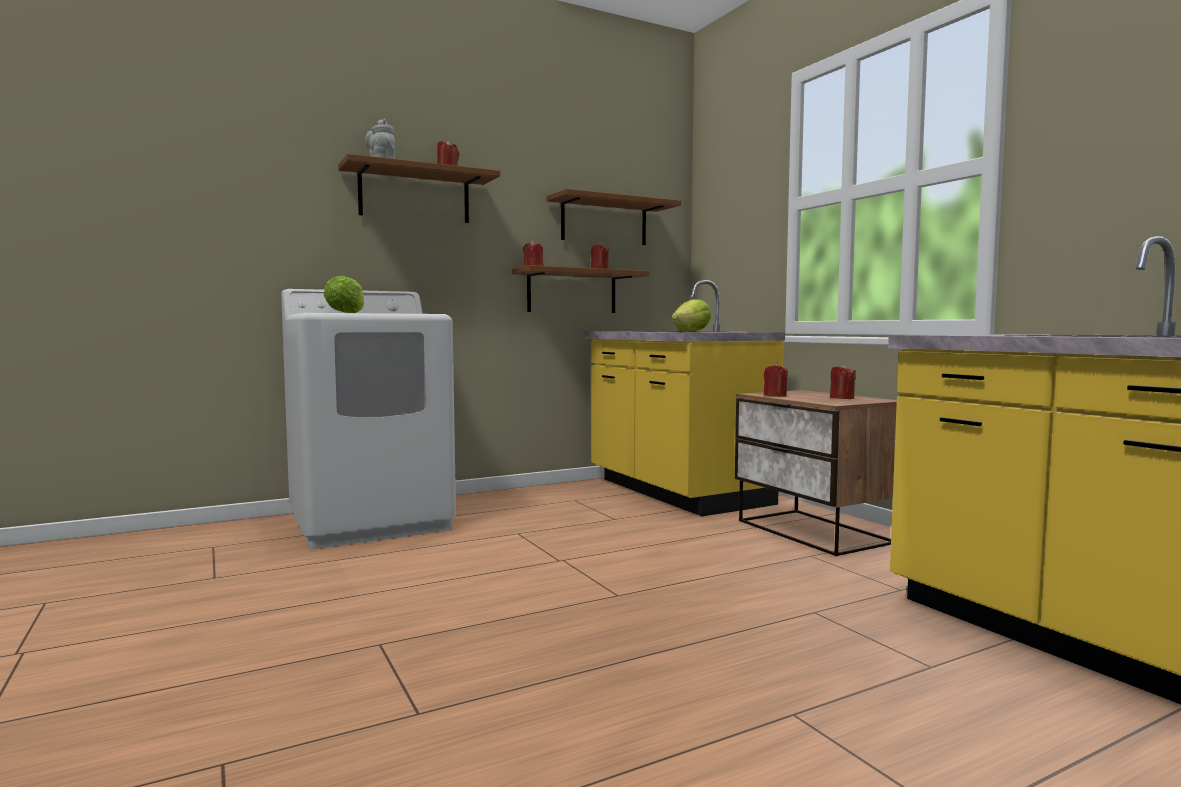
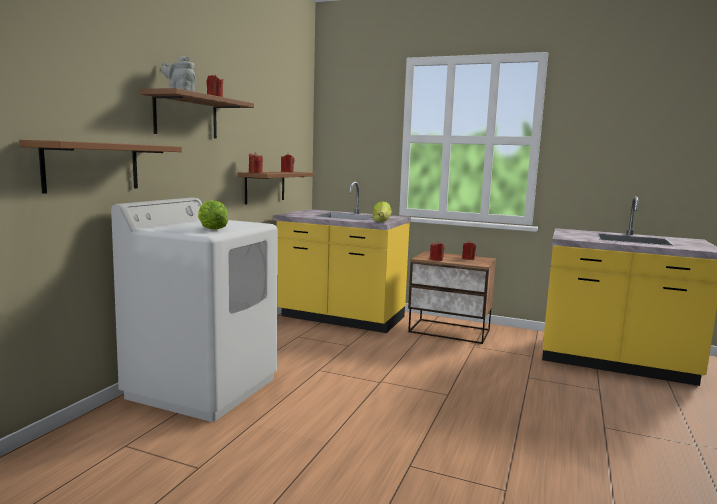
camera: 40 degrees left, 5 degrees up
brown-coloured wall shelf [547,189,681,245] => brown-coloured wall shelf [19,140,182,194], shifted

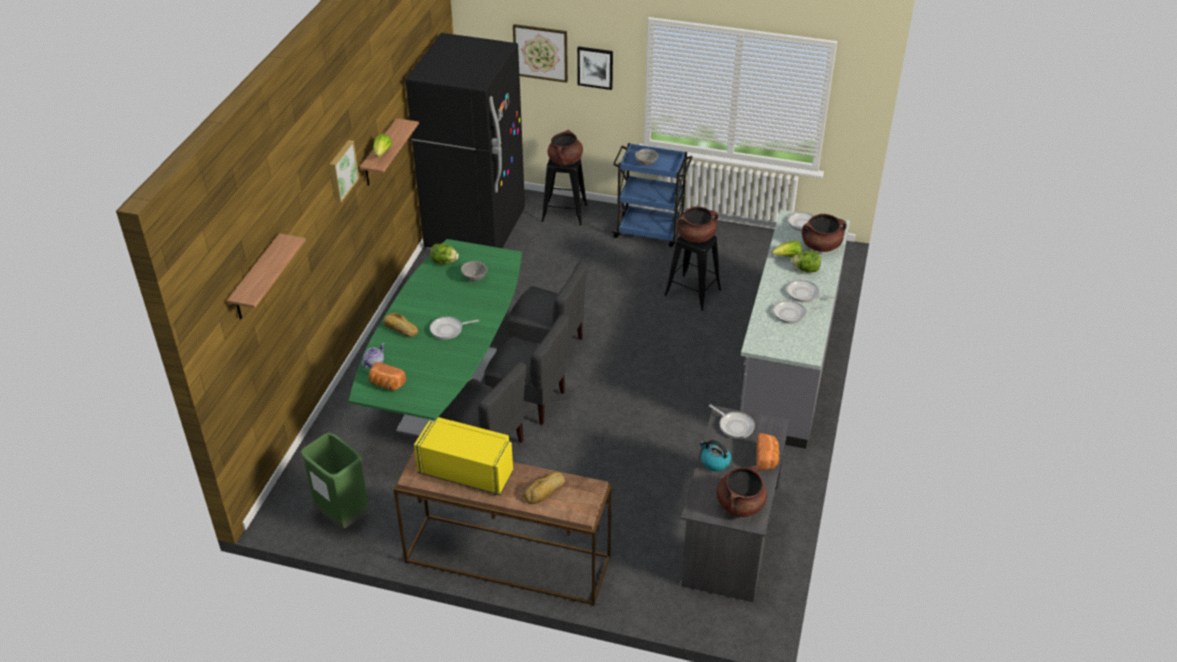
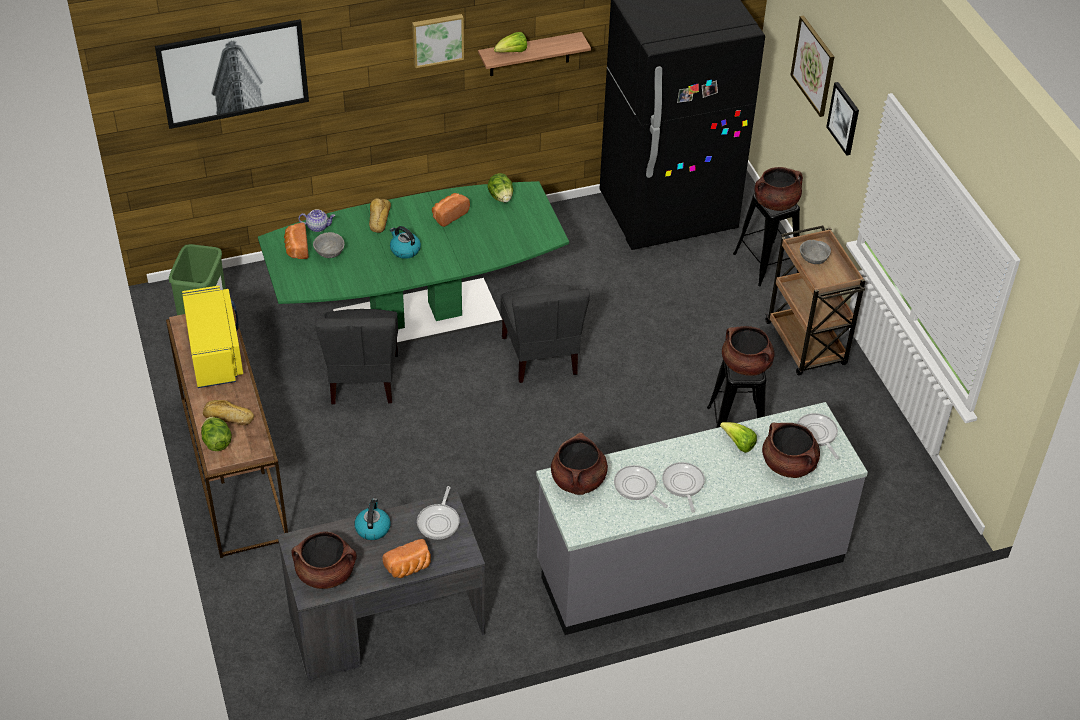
camera: 55 degrees right, 5 degrees up
wall shelf [227,233,306,320] => wall art [155,19,309,129]
pan [430,316,479,340] => kettle [390,226,421,259]
greyish deep dish [461,261,488,281] => greyish deep dish [313,232,345,258], shifted
greyish chair [484,314,569,425] => nothing
blue trolley [611,143,692,247] => brown-coloured trolley [765,225,865,376]
lettuce head [791,251,821,272] => lettuce head [201,417,232,451], shifted
nothing => bakery bread [432,193,470,227]
nothing => brown-coloured stockpot [551,432,608,495]

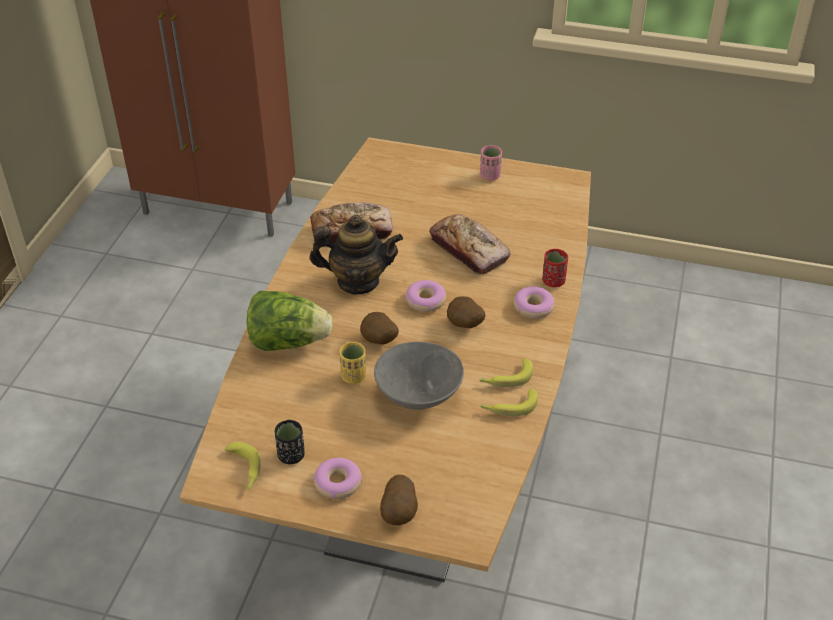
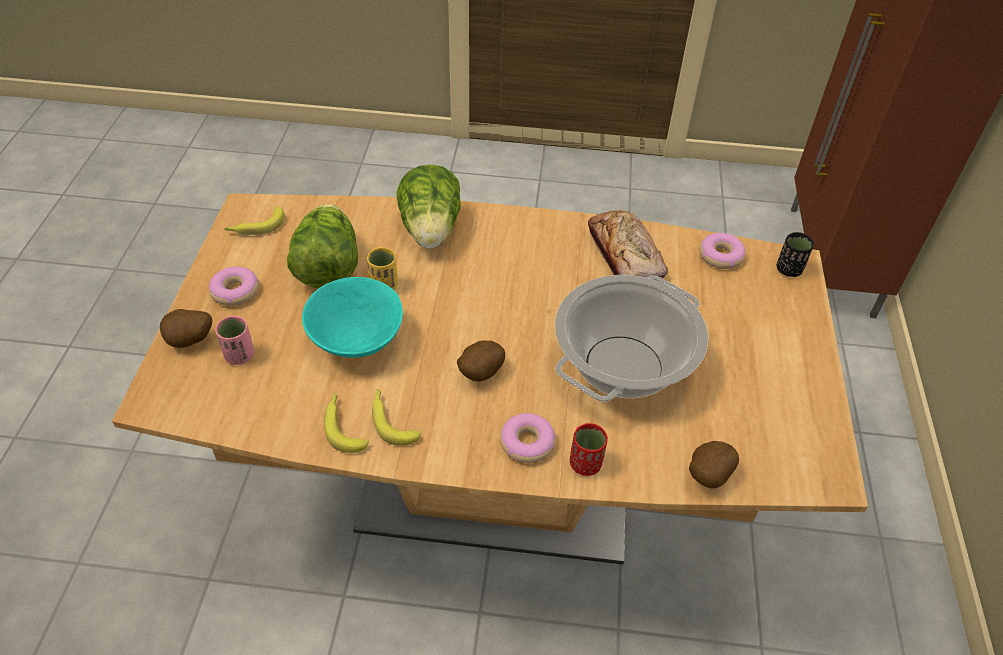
camera: 80 degrees right, 5 degrees up
black cup [275,420,305,464] => black cup [776,232,814,277], shifted
teapot [309,215,403,294] => nothing
whole potato [360,312,399,344] => whole potato [689,441,739,488], shifted
greyish deep dish [374,342,464,410] => blue-green deep dish [302,277,403,358]
donut [406,280,447,312] => donut [700,233,746,269], shifted
bakery bread [429,214,510,274] => stockpot [555,275,708,402]
pink-coloured cup [480,145,502,181] => pink-coloured cup [215,316,254,365], shifted
nothing => lettuce head [287,204,358,288]

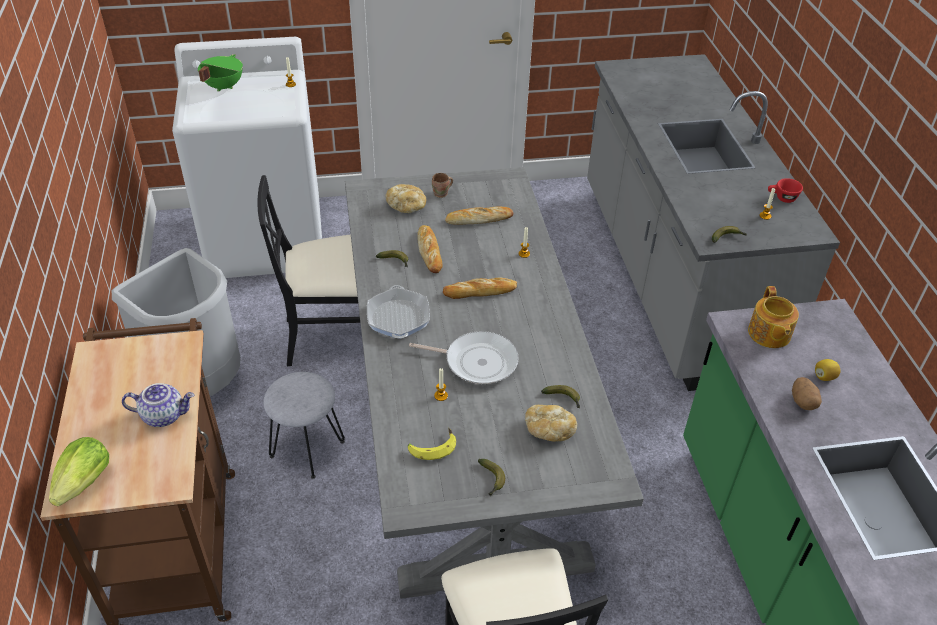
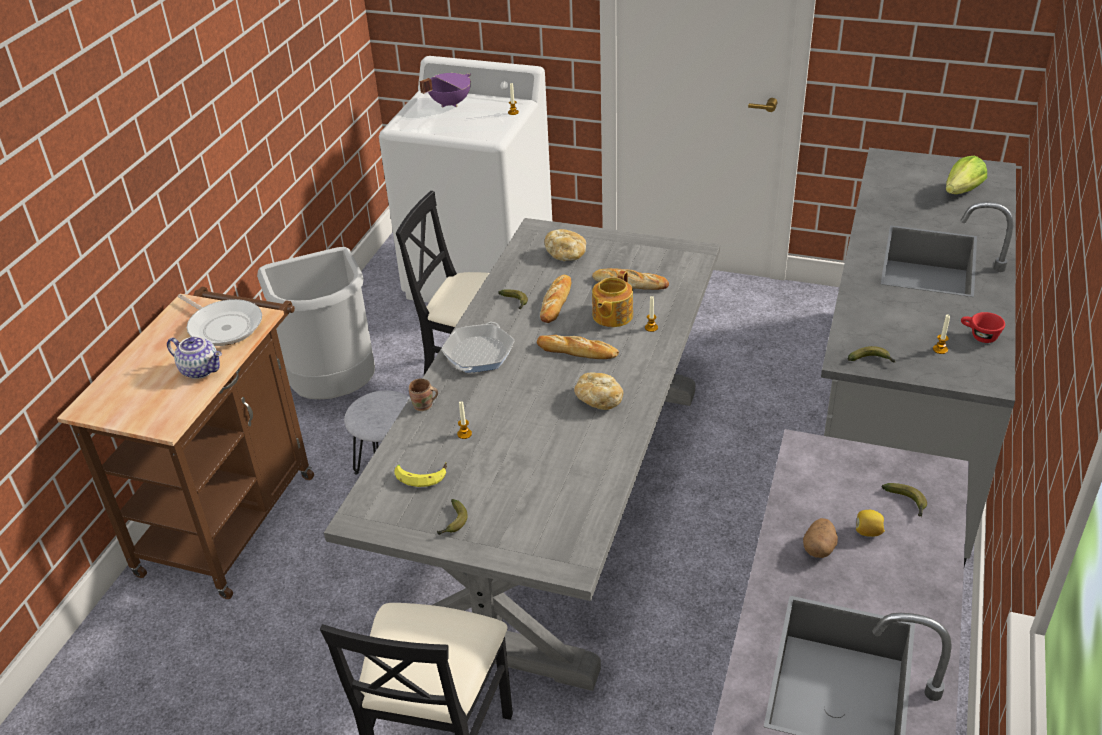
camera: 30 degrees right, 5 degrees down
lettuce head [49,437,109,507] => lettuce head [946,156,987,194], shifted
greenish stockpot [198,54,243,92] => purple stockpot [419,73,471,107]
pan [409,331,519,384] => pan [178,294,262,346], shifted
brown-coloured tea mug [432,173,453,198] => brown-coloured tea mug [409,379,438,411], shifted
bakery bread [525,405,577,442] => bakery bread [574,372,624,410], shifted
whole banana [541,385,580,408] => whole banana [882,483,927,517], shifted
teapot [748,286,799,348] => teapot [592,270,633,327], shifted

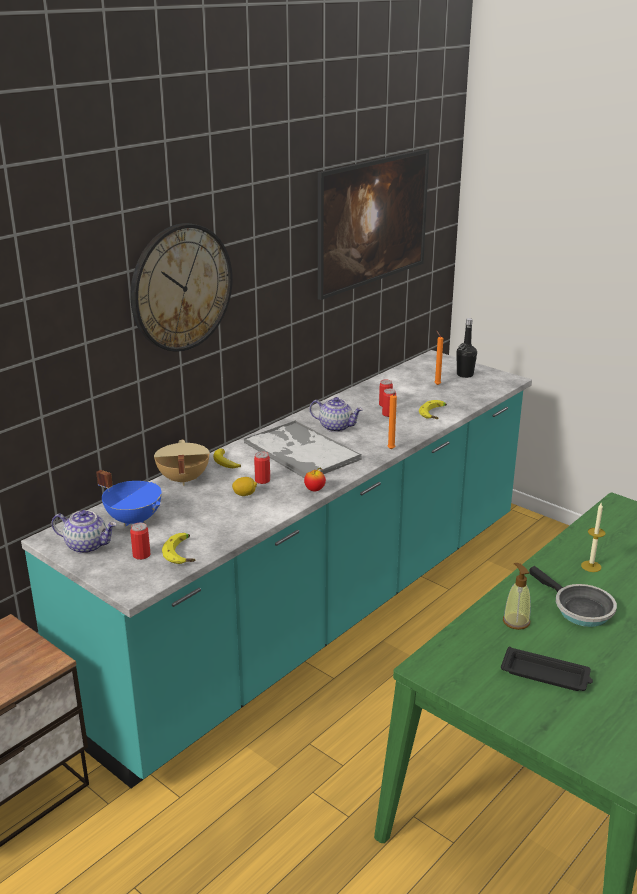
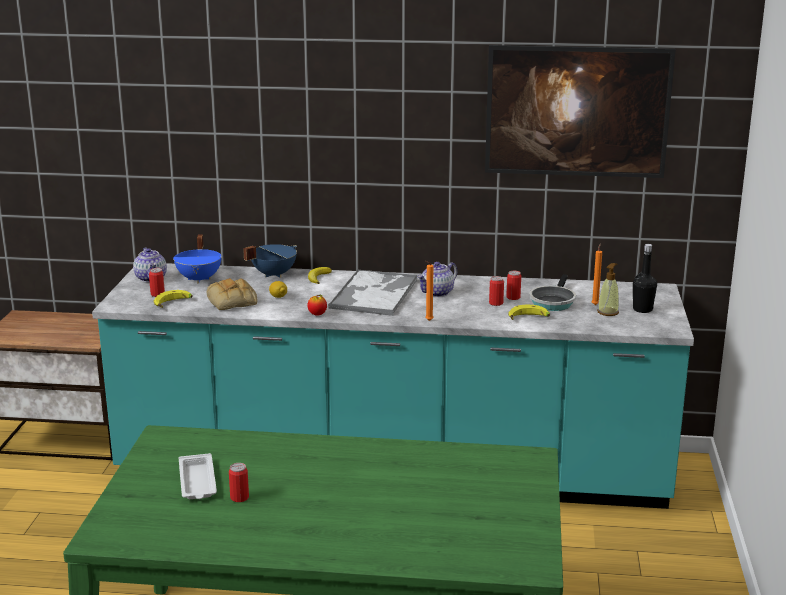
camera: 55 degrees right, 5 degrees down
wall clock [130,223,233,352] => nothing
sand-coloured stockpot [154,440,210,486] => blue stockpot [243,244,297,278]
can [254,451,270,484] => can [229,463,249,502], shifted
teapot [309,397,363,432] => teapot [417,262,457,297], 60 degrees clockwise
black tray [501,647,593,691] => white tray [179,453,217,499]
liquid soap bottle [503,563,531,630] => liquid soap bottle [597,263,619,316], shifted
pan [529,566,617,627] => pan [529,274,576,311], shifted
wax candle [581,503,605,572] => nothing
nothing => bakery bread [207,278,258,310]

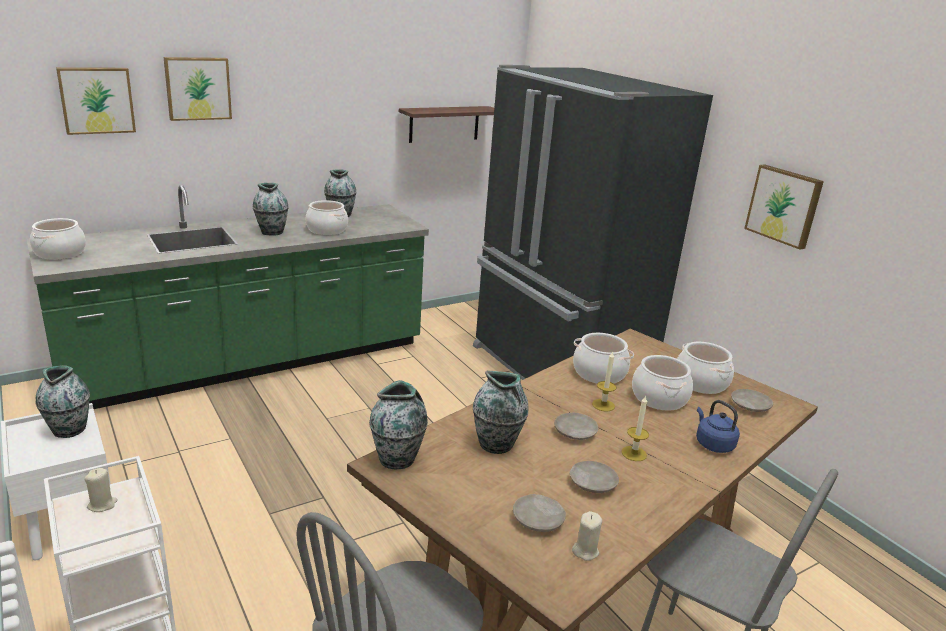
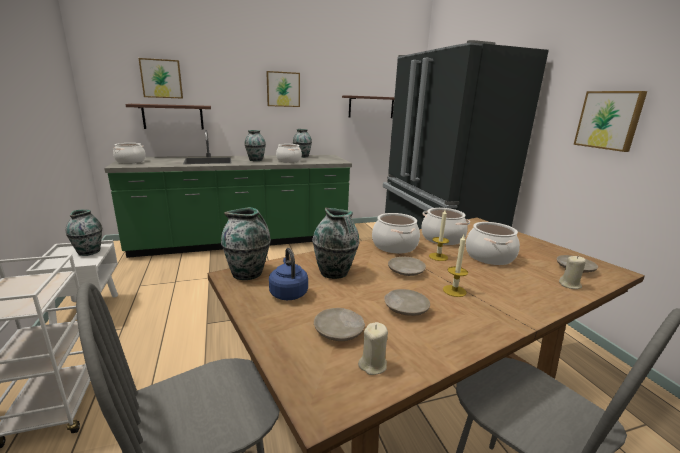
camera: 15 degrees right, 5 degrees down
sand-coloured wax candle [84,468,118,512] => sand-coloured wax candle [559,256,586,289], shifted
wall art [163,57,232,121] => wall art [266,71,300,107], shifted
stockpot [677,342,734,394] => stockpot [372,213,420,254], shifted
blue kettle [696,400,740,453] => blue kettle [269,248,308,300], shifted
nothing => wall shelf [126,104,211,130]

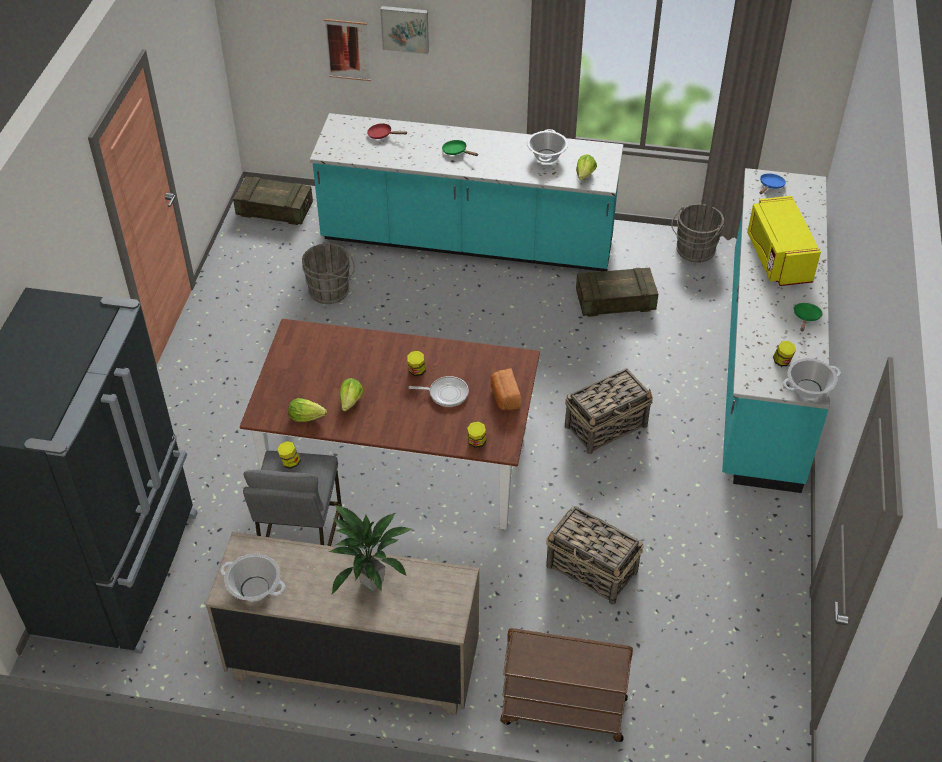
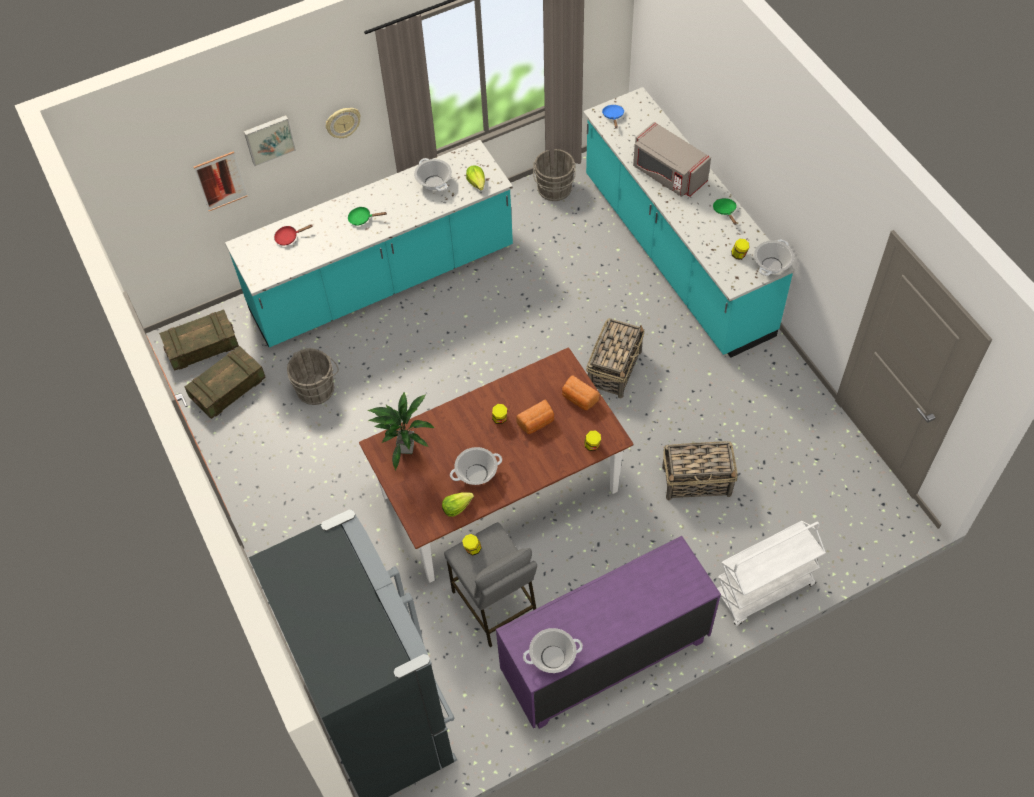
camera: 35 degrees left, 10 degrees up
sand-coloured dresser [206,532,479,715] => purple dresser [496,536,721,729]
potted plant [328,504,412,595] => potted plant [367,391,435,470], shifted
lettuce head [340,378,364,411] => stockpot [450,447,502,485]
pan [409,376,469,407] => bakery bread [516,400,554,434]
brown-coloured trolley [500,628,633,742] => white trolley [717,521,826,626]
packing crate [576,268,658,317] => packing crate [185,346,266,419], shifted
yellow kitchen microwave [747,196,821,286] => greyish kitchen microwave [633,122,711,197]
nothing => wall clock [326,108,361,138]

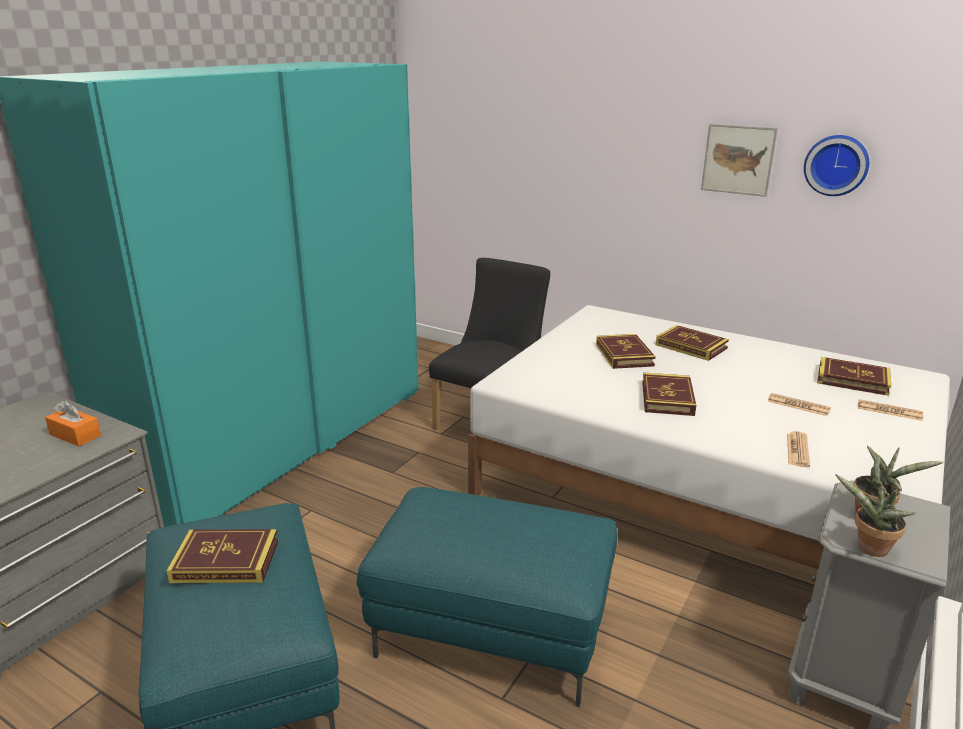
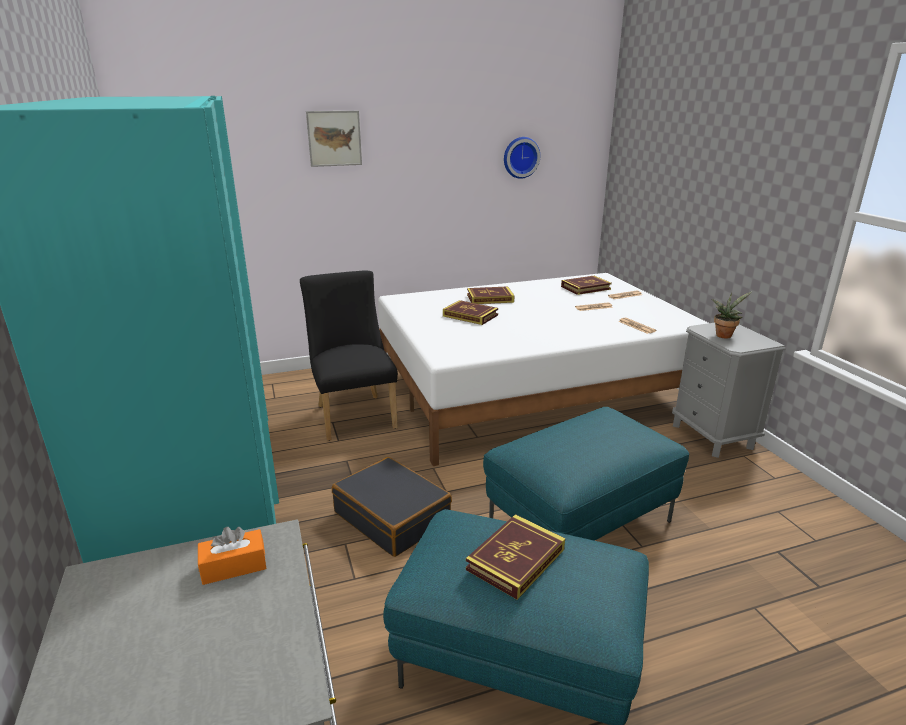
camera: 50 degrees left, 0 degrees up
book [642,372,696,416] => nothing
wall art [701,124,778,197] => wall art [306,111,362,167], shifted
potted plant [835,474,915,557] => nothing
nothing => black travel case [332,457,452,557]

